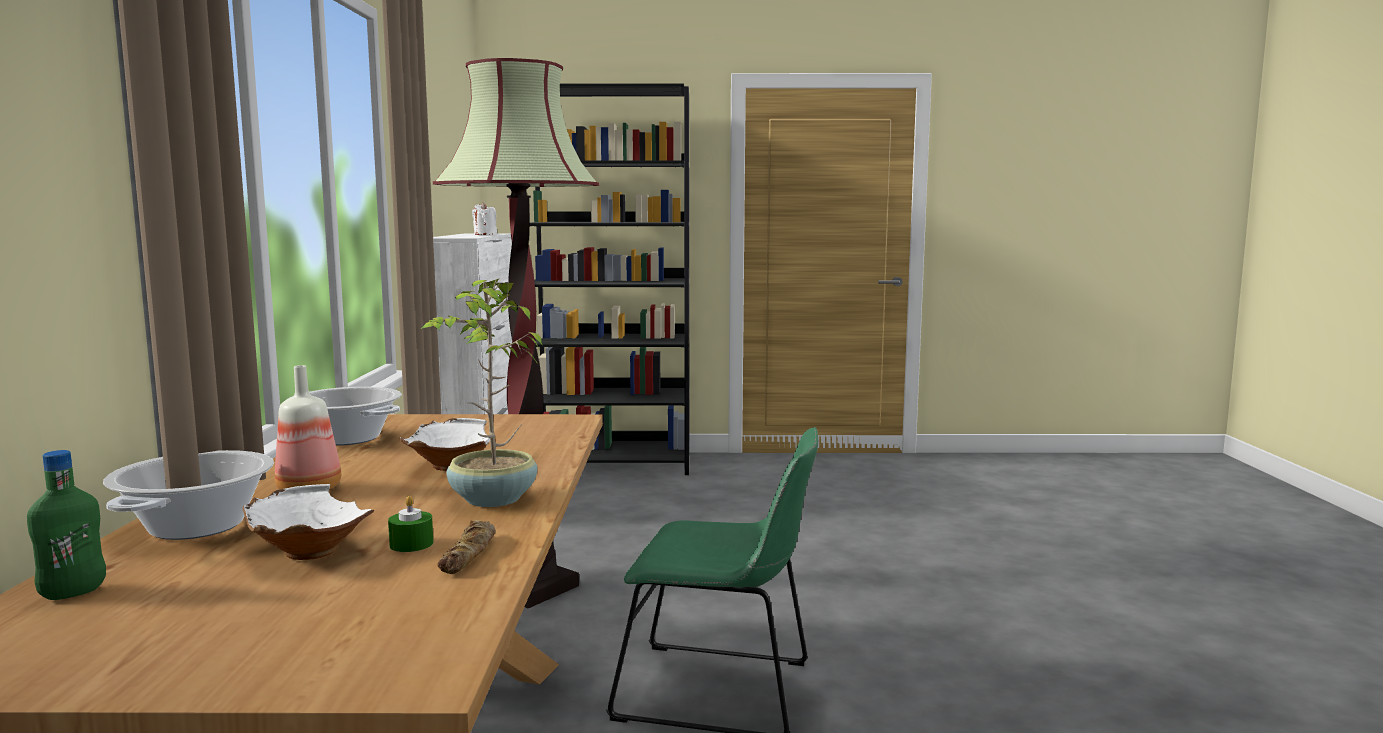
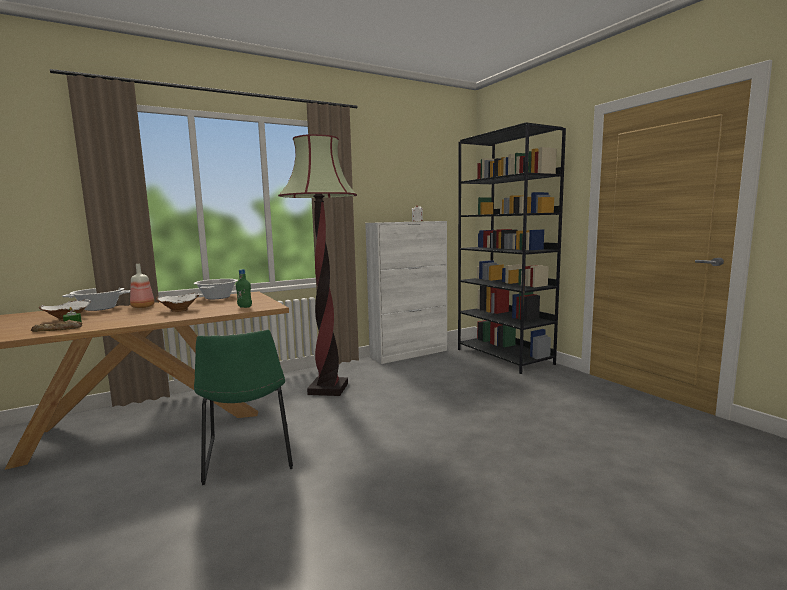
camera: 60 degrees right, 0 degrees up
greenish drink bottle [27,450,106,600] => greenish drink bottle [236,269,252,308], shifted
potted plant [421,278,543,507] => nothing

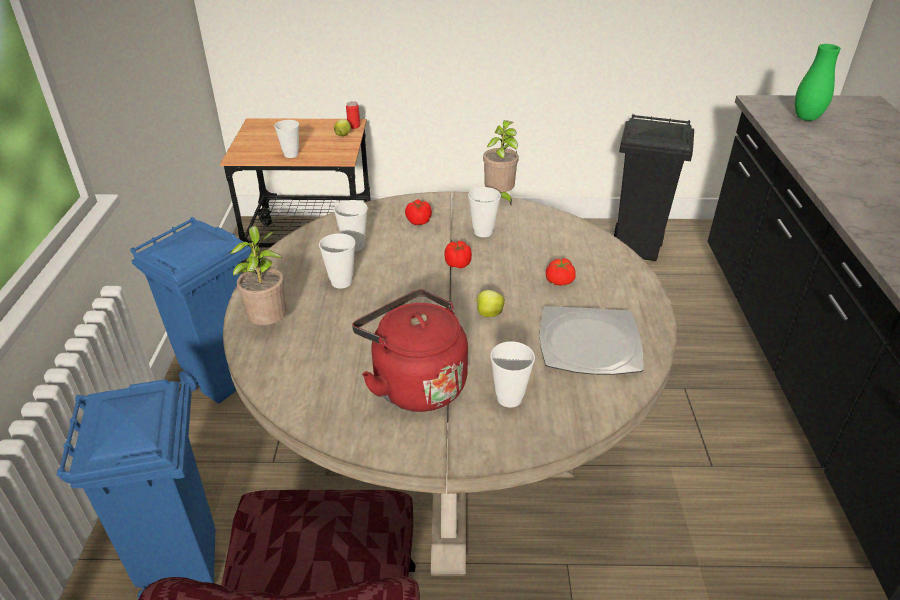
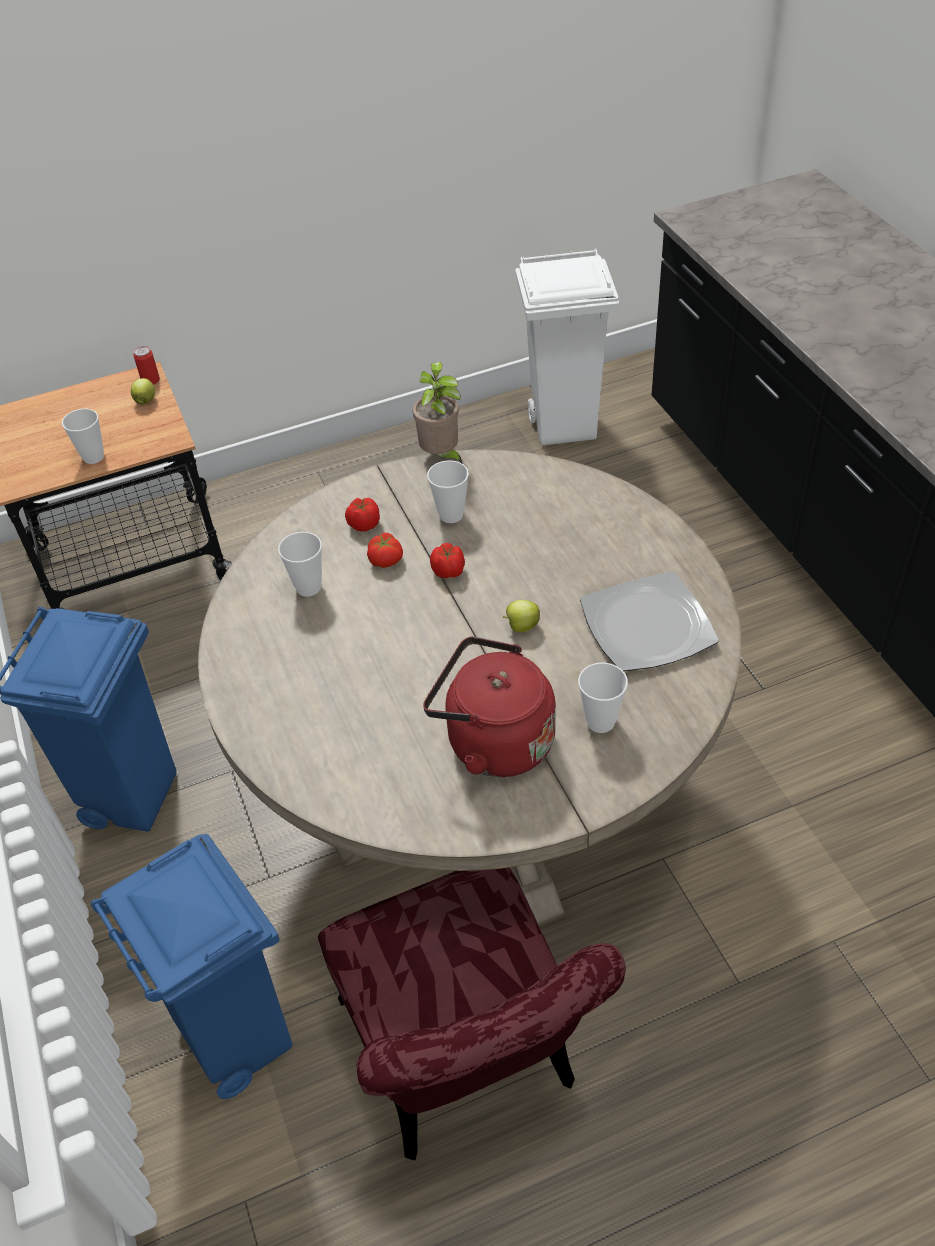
camera: 20 degrees left, 10 degrees up
potted plant [230,226,287,325] => nothing
cup [319,233,355,289] => nothing
tomato [546,258,576,286] => tomato [367,533,403,568], shifted
black trash can [614,114,694,261] => white trash can [516,249,619,445]
greenish vase [795,44,841,121] => nothing

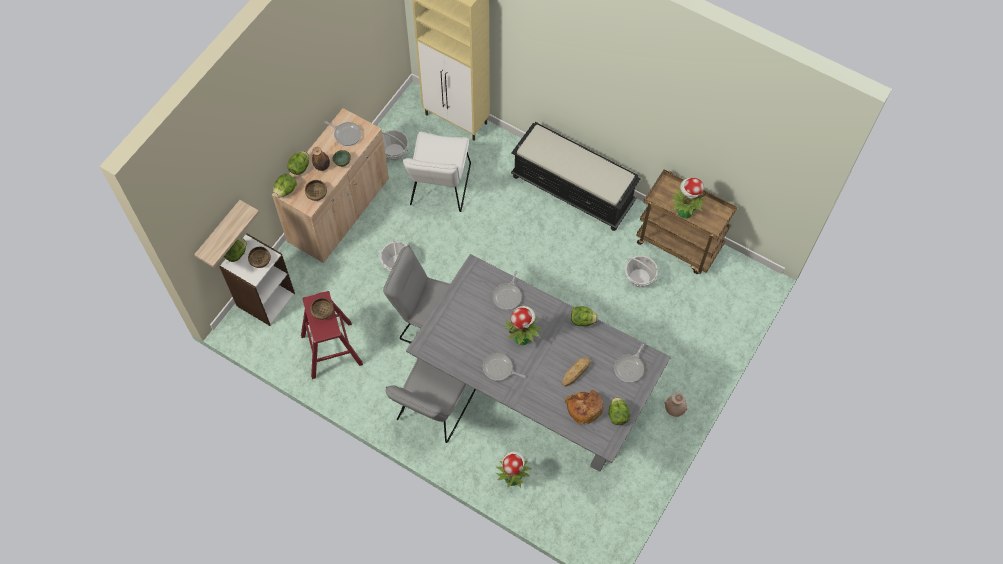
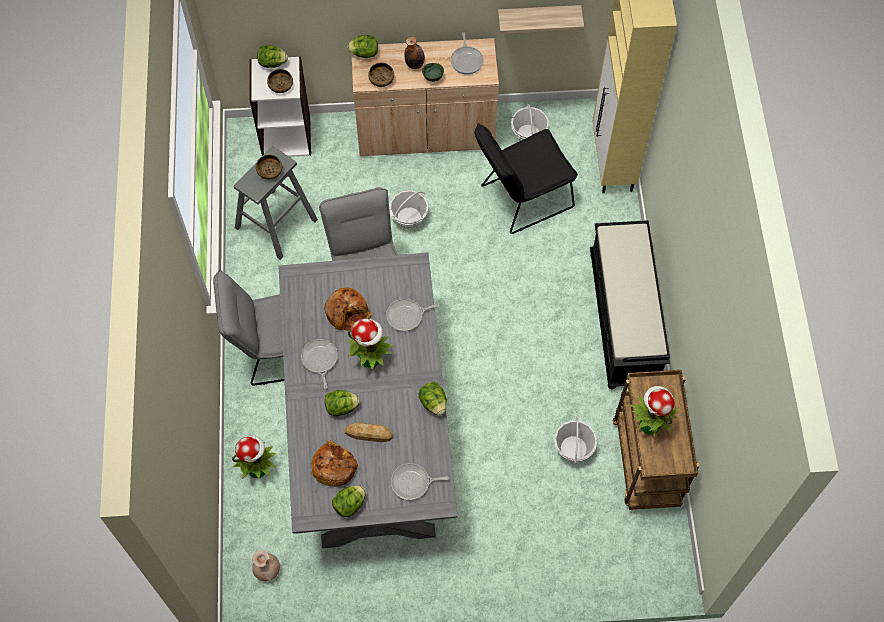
camera: 55 degrees right, 0 degrees up
wall shelf [194,200,259,268] => wall shelf [498,5,584,34], shifted
lettuce head [287,151,309,175] => lettuce head [325,390,360,416], shifted
red-coloured stool [301,291,363,379] => greyish stool [233,147,318,260]
white chair [402,132,471,212] => black chair [475,123,578,234]
sand-coloured vase [664,392,688,417] => sand-coloured vase [252,550,280,581], shifted
nothing => bakery bread [324,288,372,331]

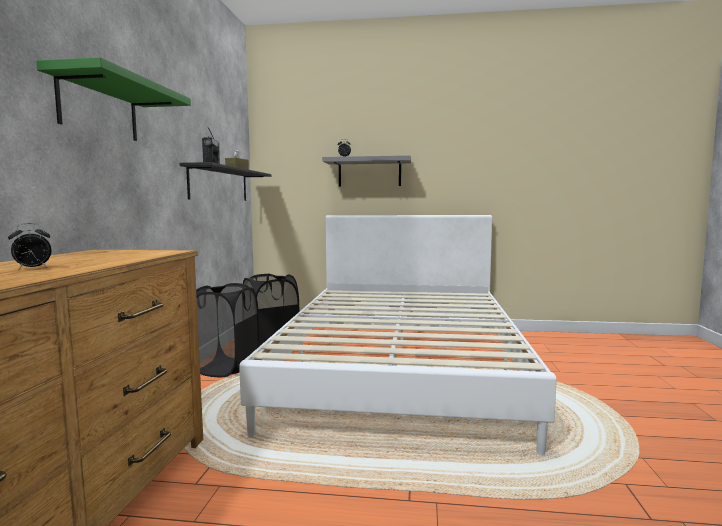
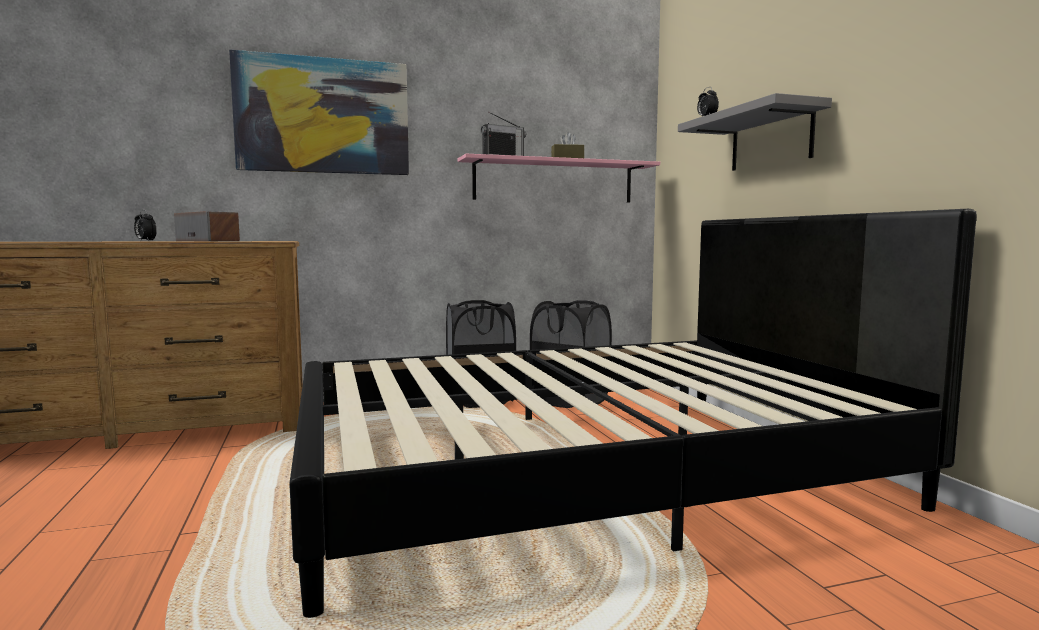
camera: 65 degrees right, 0 degrees up
greenish wall shelf [36,57,191,141] => wall art [229,49,409,175]
black wall shelf [180,162,272,201] => pink-coloured wall shelf [458,154,660,203]
white sleeping bed [239,215,557,455] => black sleeping bed [289,209,976,618]
nothing => speaker [174,211,240,241]

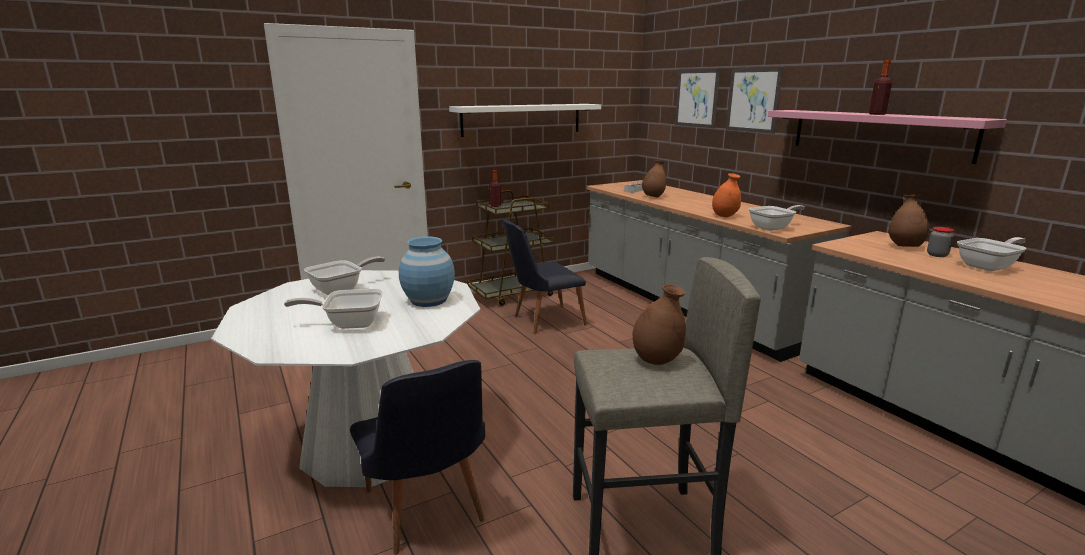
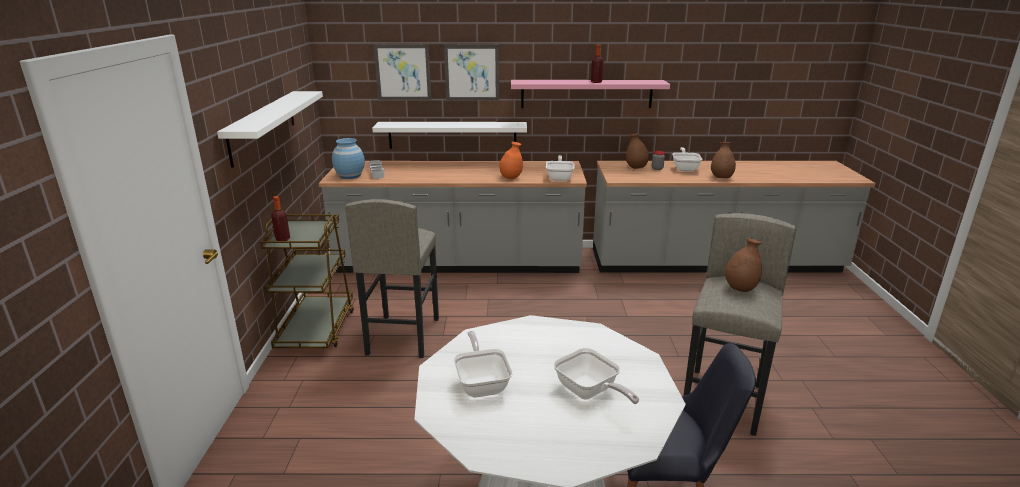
camera: 60 degrees left, 5 degrees up
pan [284,289,383,329] => pan [553,348,639,404], 60 degrees counterclockwise
blue vase [399,237,455,307] => blue vase [332,138,365,179], shifted
black chair [501,218,587,334] => greyish stool [345,199,439,358]
brown-coloured vase [642,160,666,197] => brown-coloured vase [711,142,736,178], shifted
nothing => white wall shelf [372,122,527,149]

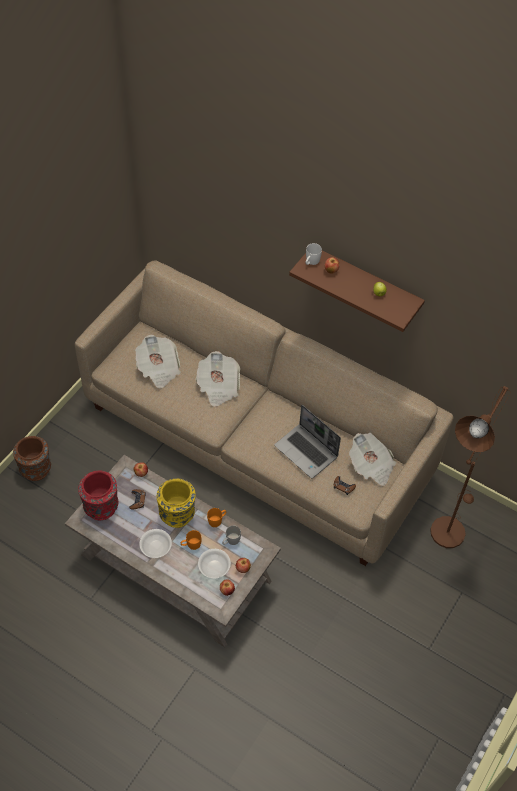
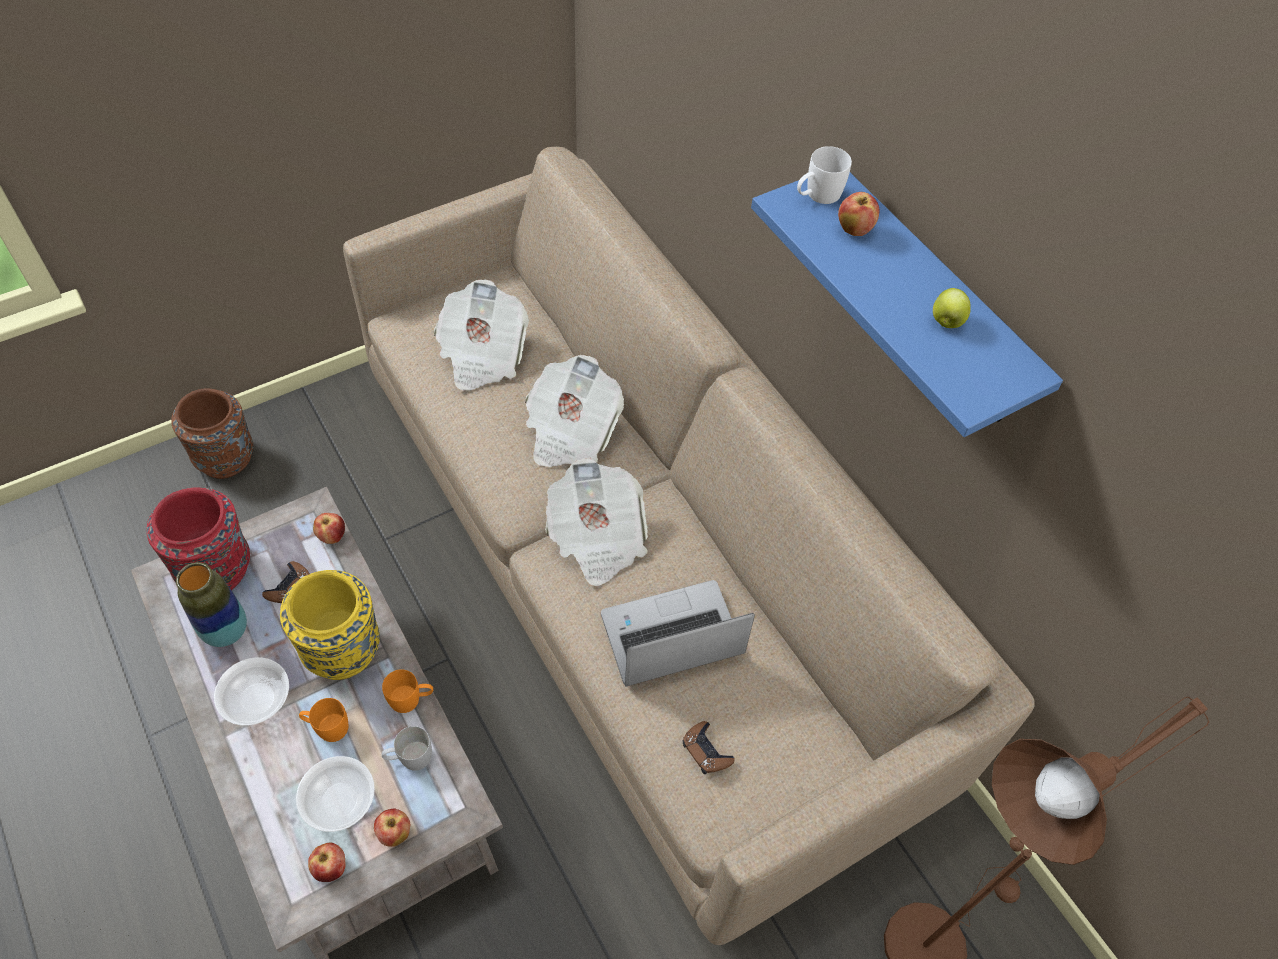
camera: 25 degrees right, 0 degrees up
portable computer [274,405,341,478] => portable computer [601,580,755,686], 90 degrees clockwise
brown-coloured wall shelf [289,250,425,332] => blue wall shelf [751,173,1063,437]
newspaper [349,432,396,486] => newspaper [545,458,648,586], shifted
nothing => vase [176,562,247,647]

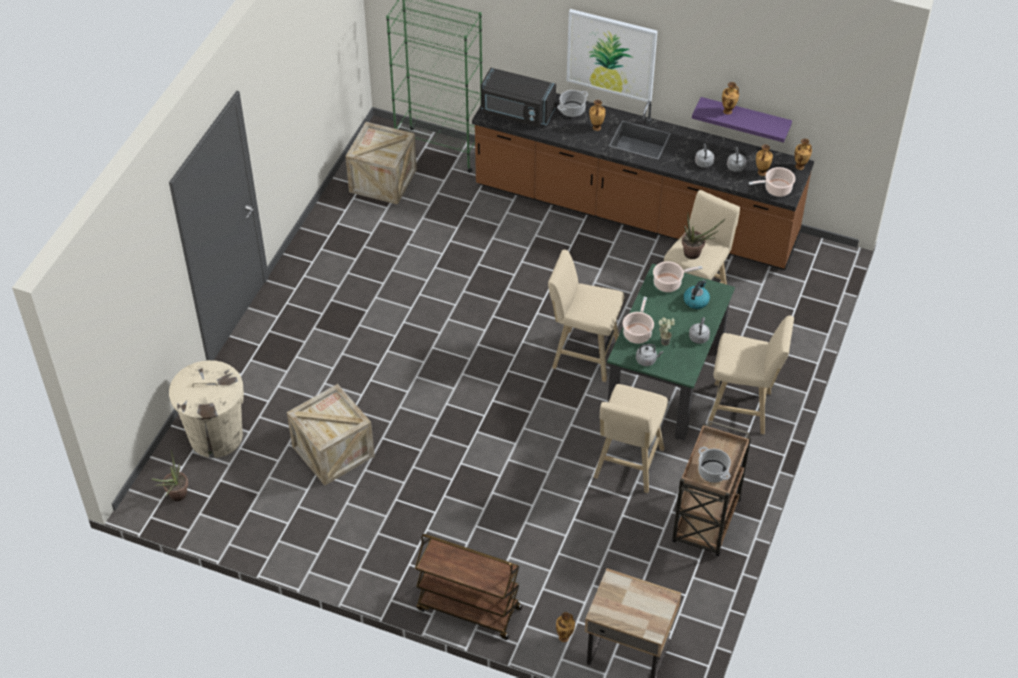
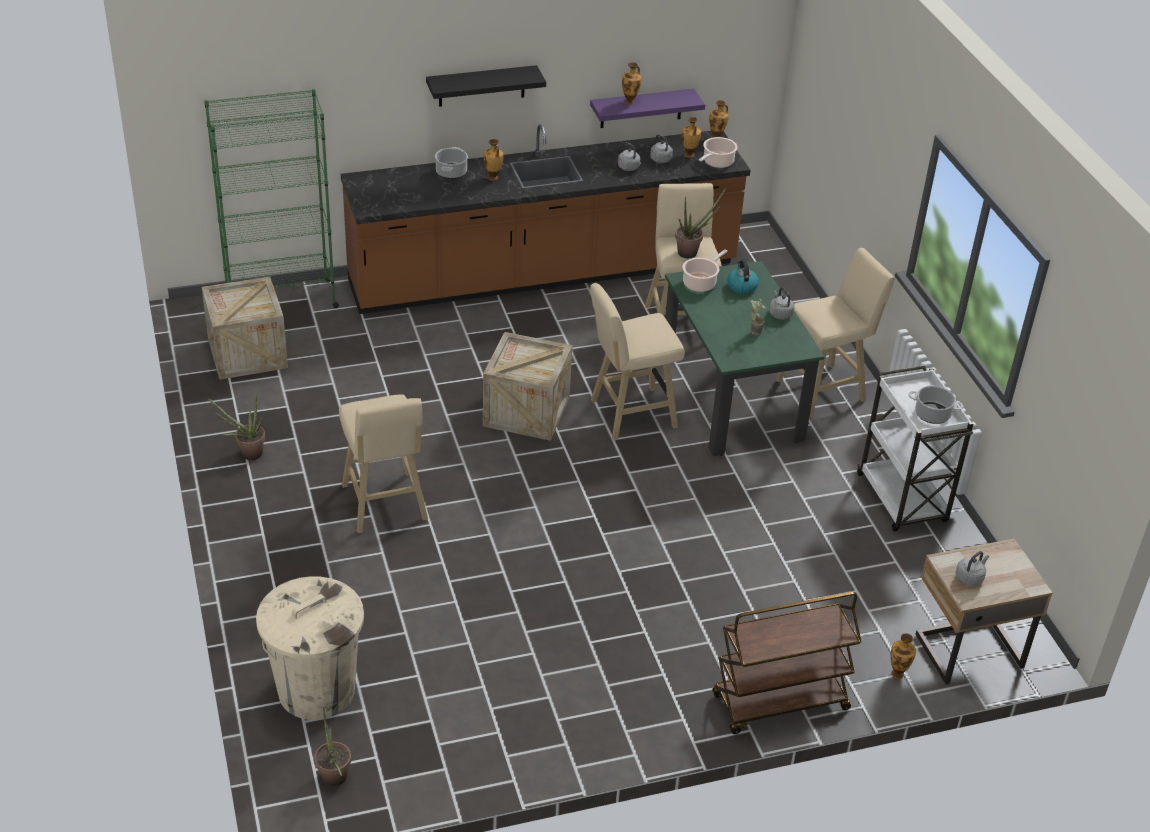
camera: 40 degrees left, 10 degrees down
packing crate [287,384,375,486] => packing crate [483,332,572,441], shifted
black kitchen microwave [481,68,556,127] => nothing
wall art [567,9,657,102] => black wall shelf [426,65,546,107]
sand-coloured stool [594,384,668,493] => sand-coloured stool [339,395,428,533], shifted
stockpot [623,297,654,344] => nothing
greyish kettle [636,344,663,366] => greyish kettle [956,551,989,586], shifted
brown-coloured trolley [672,421,751,557] => white trolley [857,366,973,531]
nothing => potted plant [207,394,265,460]

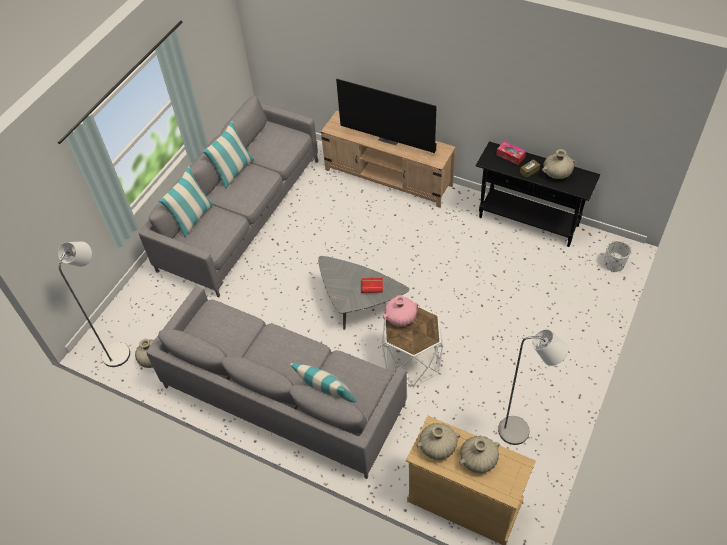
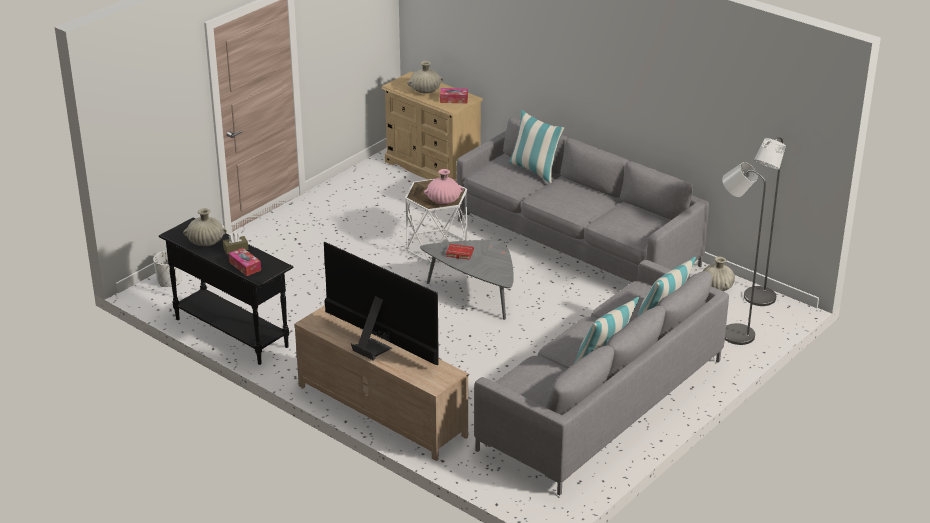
camera: 170 degrees left, 20 degrees down
sand-coloured vase [416,423,460,460] => box of tissues [440,88,468,103]
greyish floor lamp [498,329,568,445] => greyish floor lamp [722,162,766,345], shifted

